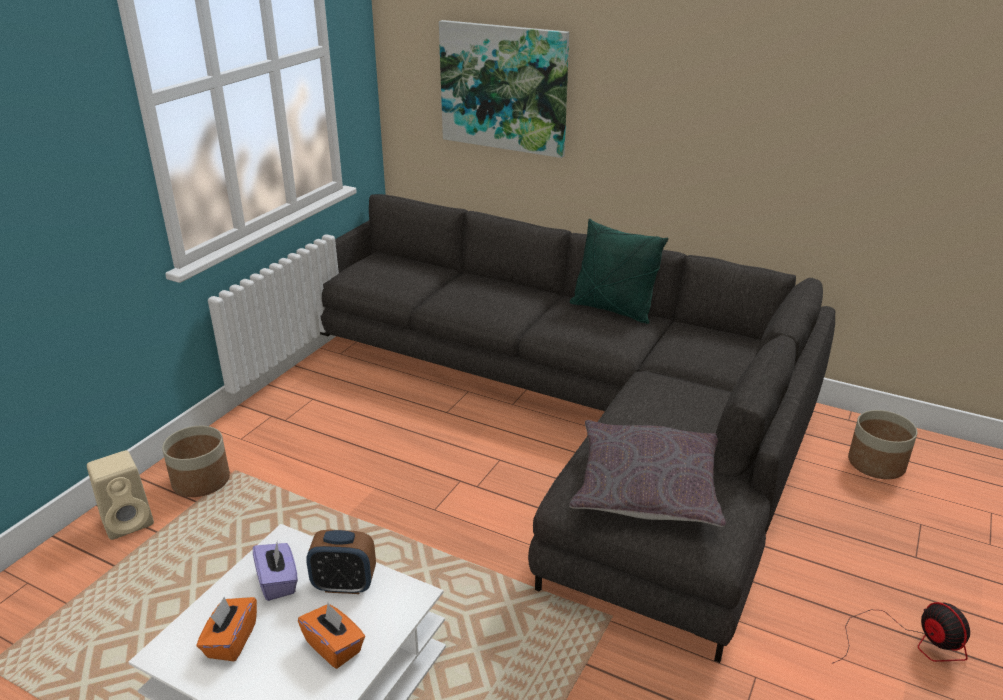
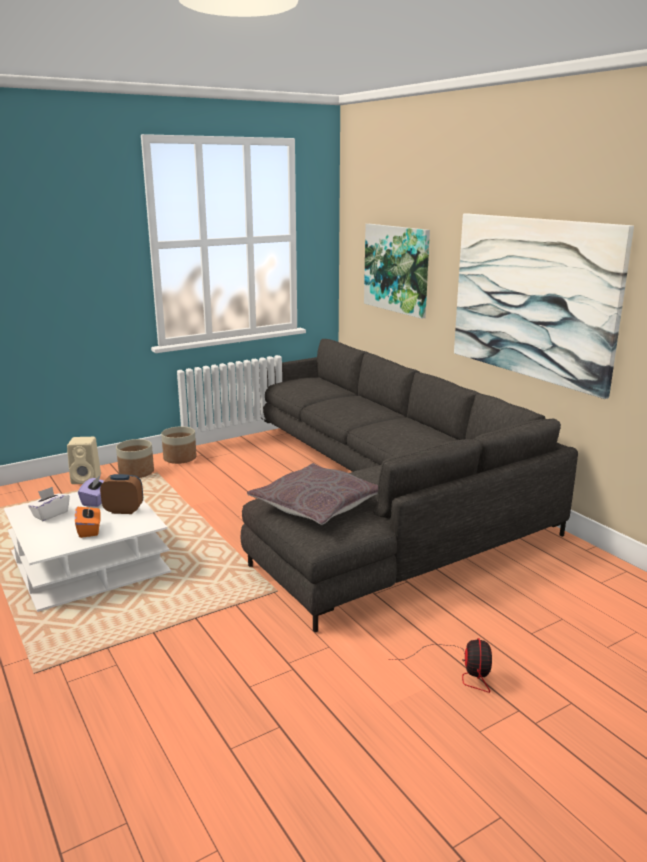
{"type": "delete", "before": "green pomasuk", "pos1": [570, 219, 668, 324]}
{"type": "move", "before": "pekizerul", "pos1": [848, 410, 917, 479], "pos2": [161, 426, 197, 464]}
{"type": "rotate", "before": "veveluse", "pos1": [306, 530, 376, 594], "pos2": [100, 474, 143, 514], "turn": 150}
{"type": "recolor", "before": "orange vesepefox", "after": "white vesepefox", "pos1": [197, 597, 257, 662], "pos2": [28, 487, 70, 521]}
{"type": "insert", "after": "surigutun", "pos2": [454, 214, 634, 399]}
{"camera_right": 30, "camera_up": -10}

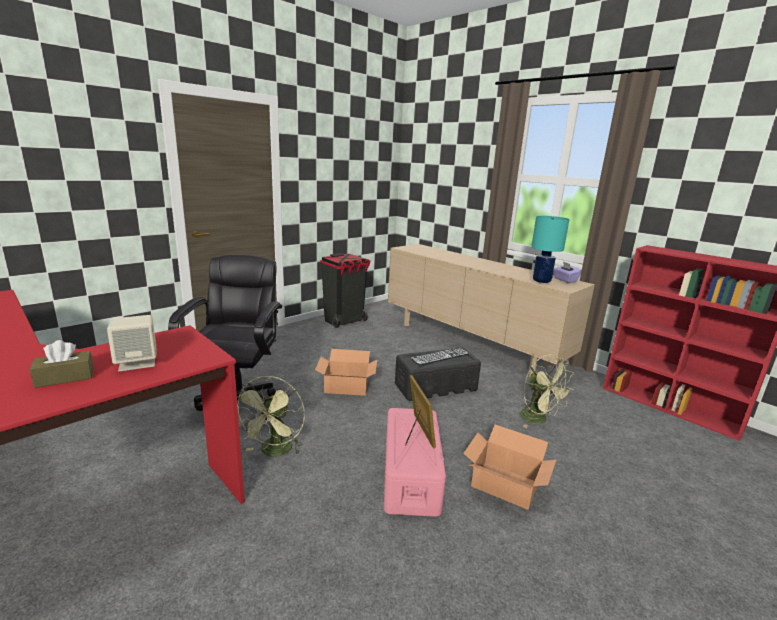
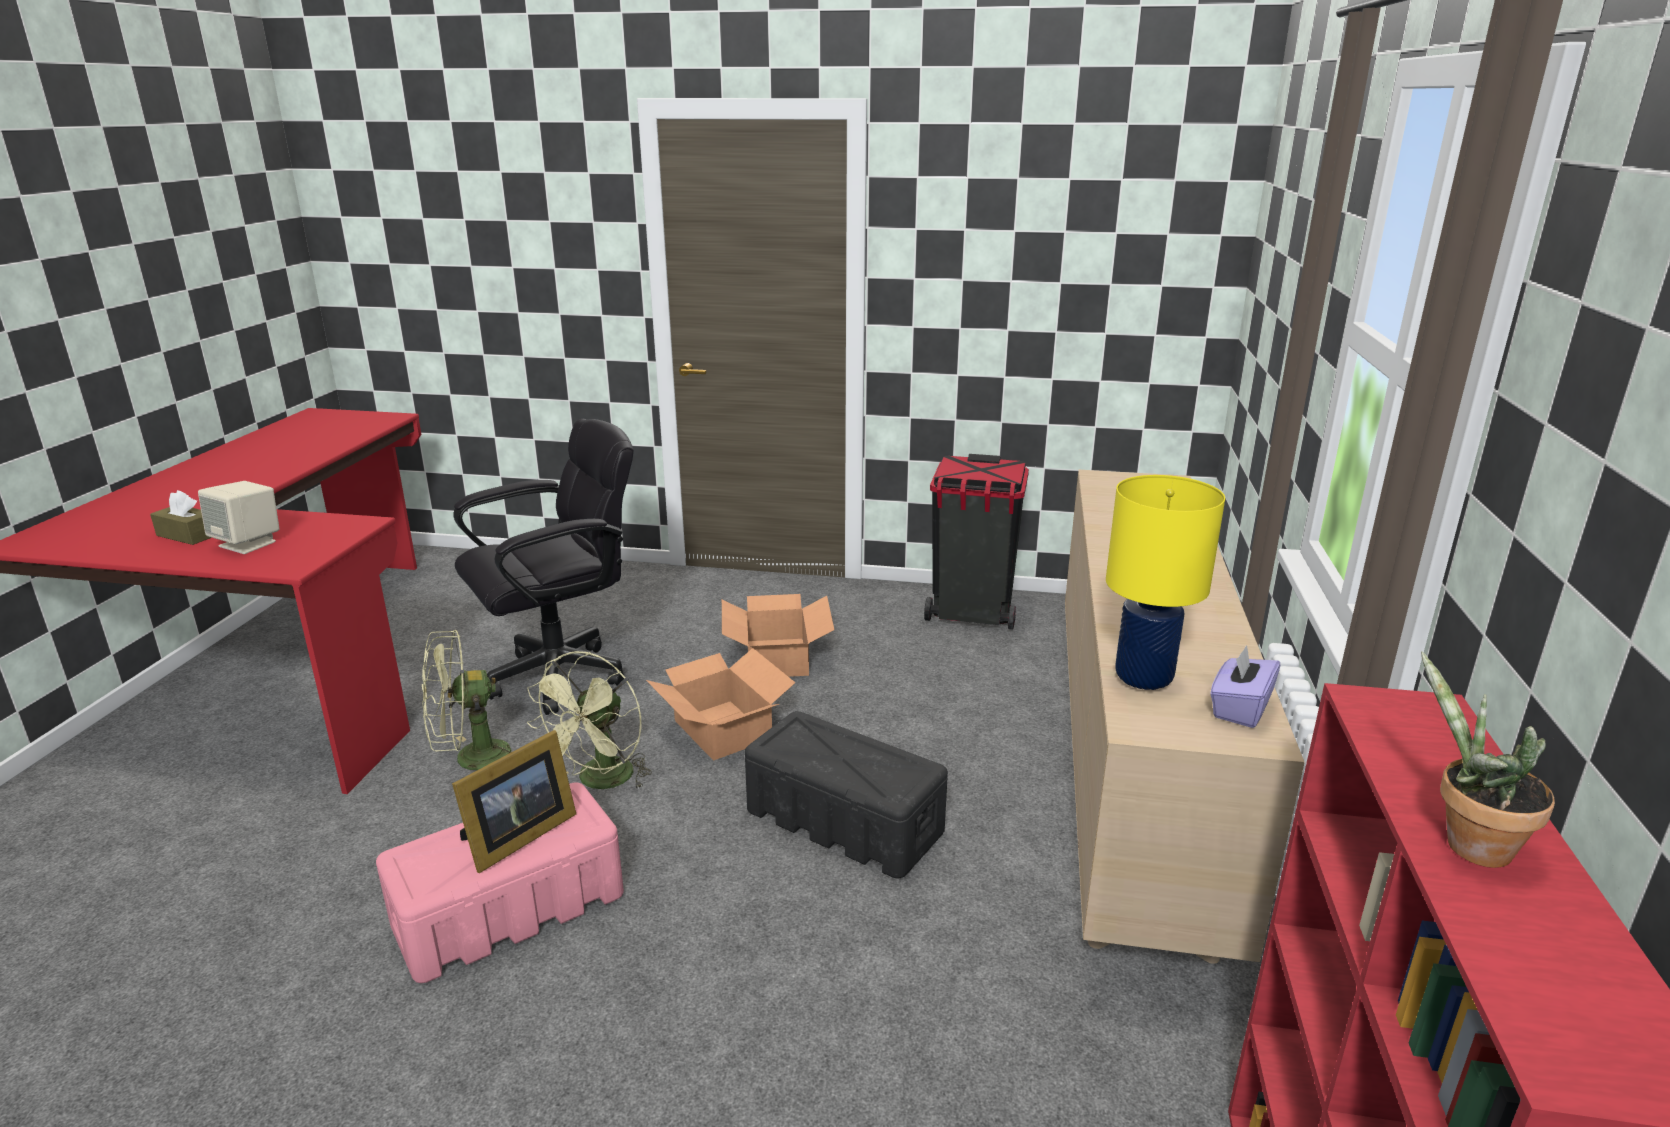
{"type": "recolor", "before": "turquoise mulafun", "after": "yellow mulafun", "pos1": [531, 216, 570, 283], "pos2": [1106, 475, 1225, 690]}
{"type": "delete", "before": "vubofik", "pos1": [410, 348, 469, 366]}
{"type": "move", "before": "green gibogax", "pos1": [519, 354, 575, 428], "pos2": [527, 651, 652, 789]}
{"type": "move", "before": "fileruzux", "pos1": [464, 425, 556, 510], "pos2": [722, 594, 835, 677]}
{"type": "insert", "after": "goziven", "pos2": [1421, 651, 1555, 868]}
{"camera_right": 55, "camera_up": 5}

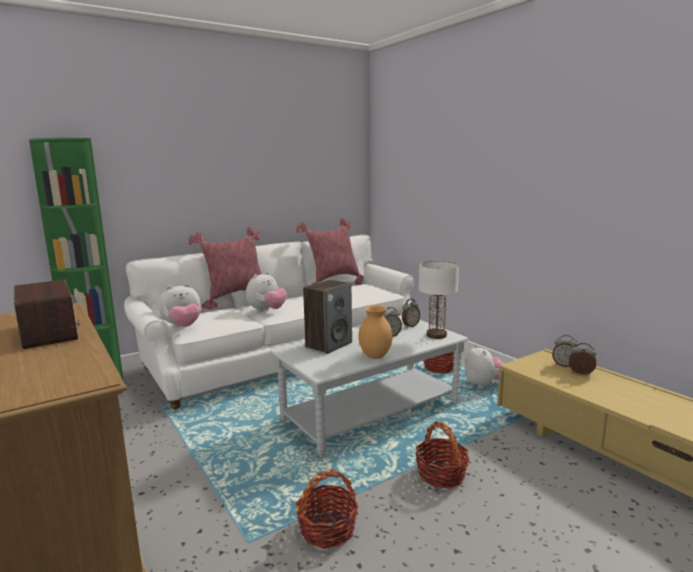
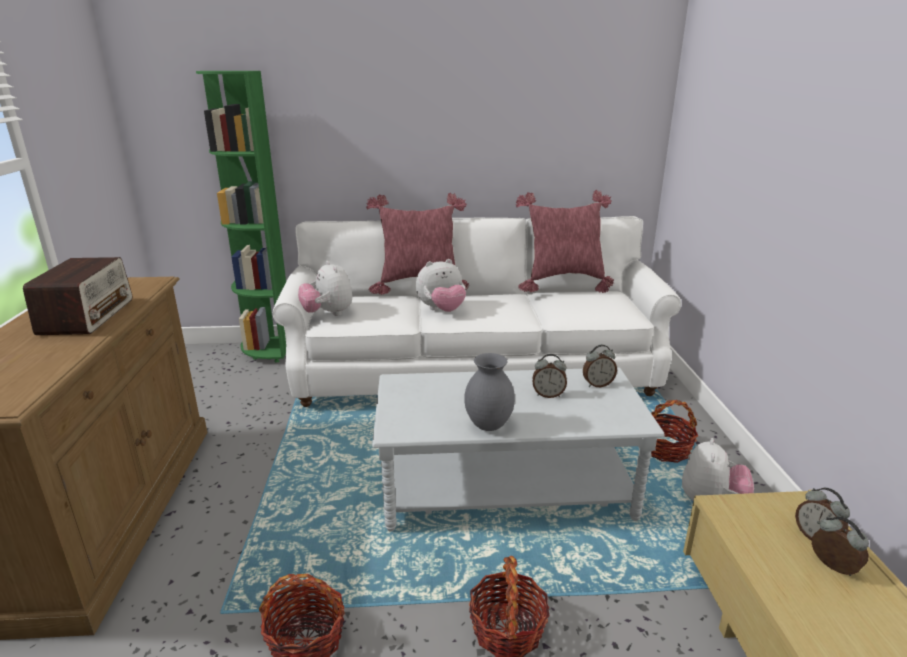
{"type": "delete", "before": "mulafun", "pos1": [419, 261, 459, 339]}
{"type": "delete", "before": "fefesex", "pos1": [303, 280, 352, 354]}
{"type": "rotate", "before": "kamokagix", "pos1": [159, 283, 201, 327], "pos2": [298, 261, 352, 316], "turn": 60}
{"type": "recolor", "before": "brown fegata", "after": "grey fegata", "pos1": [358, 306, 393, 359], "pos2": [464, 353, 515, 431]}
{"camera_right": 30, "camera_up": 10}

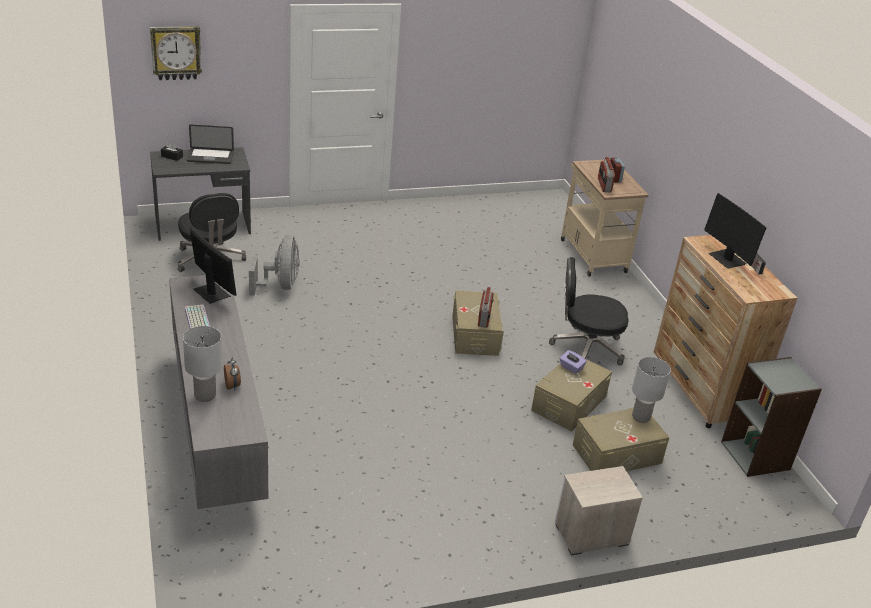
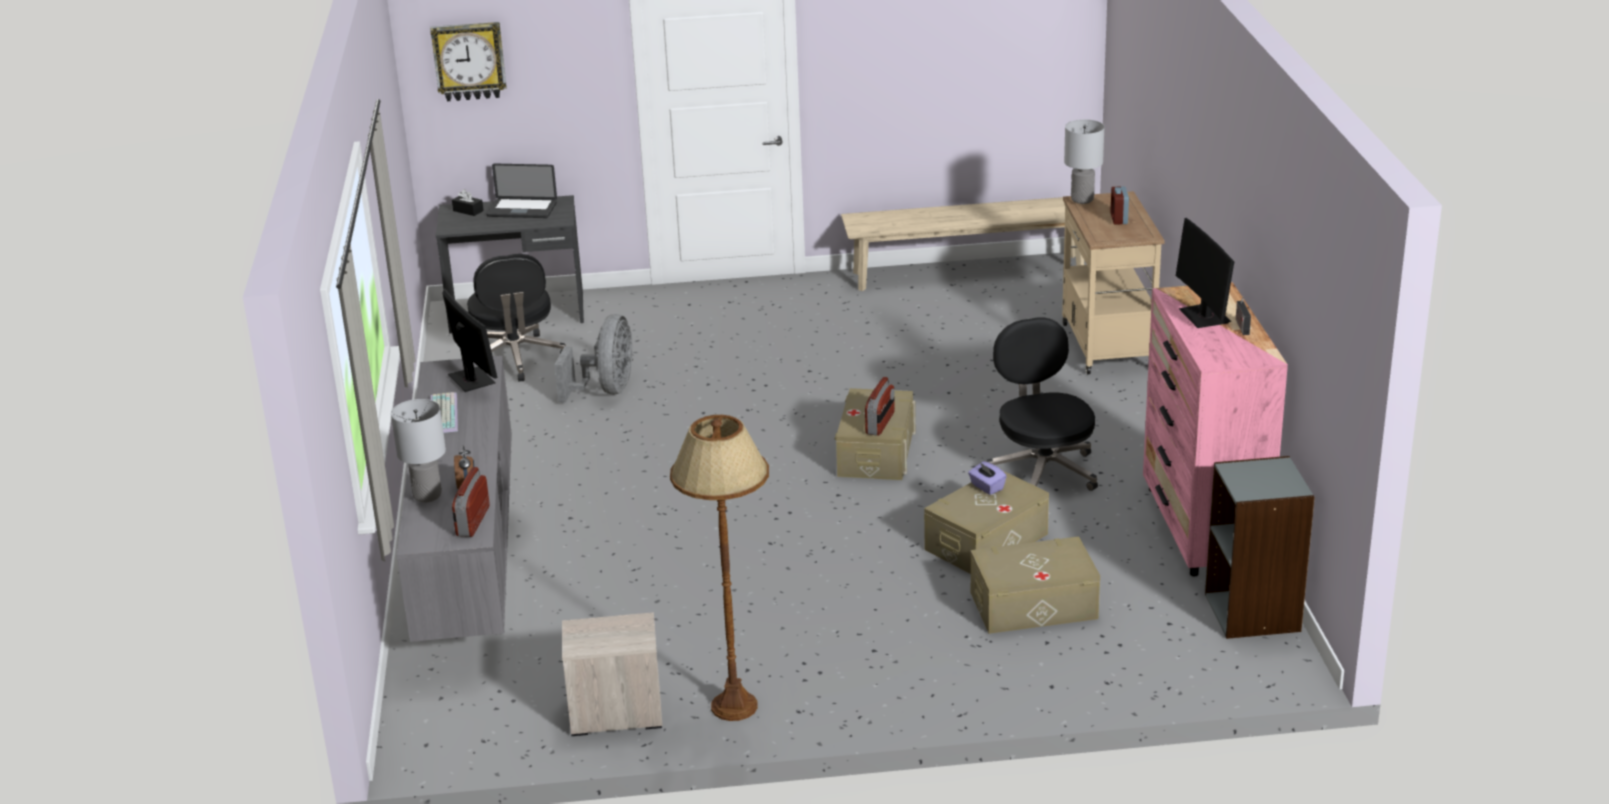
{"type": "move", "before": "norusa", "pos1": [598, 157, 615, 192], "pos2": [452, 467, 490, 537]}
{"type": "recolor", "before": "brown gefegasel", "after": "pink gefegasel", "pos1": [654, 235, 797, 428], "pos2": [1143, 282, 1288, 576]}
{"type": "rotate", "before": "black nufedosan", "pos1": [549, 257, 629, 365], "pos2": [986, 317, 1098, 491], "turn": 60}
{"type": "move", "before": "grey mulafun", "pos1": [632, 357, 671, 423], "pos2": [1064, 119, 1104, 204]}
{"type": "move", "before": "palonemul", "pos1": [555, 466, 643, 555], "pos2": [562, 612, 663, 736]}
{"type": "insert", "after": "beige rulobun", "pos2": [841, 197, 1084, 291]}
{"type": "insert", "after": "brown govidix", "pos2": [670, 415, 769, 721]}
{"camera_right": 15, "camera_up": -5}

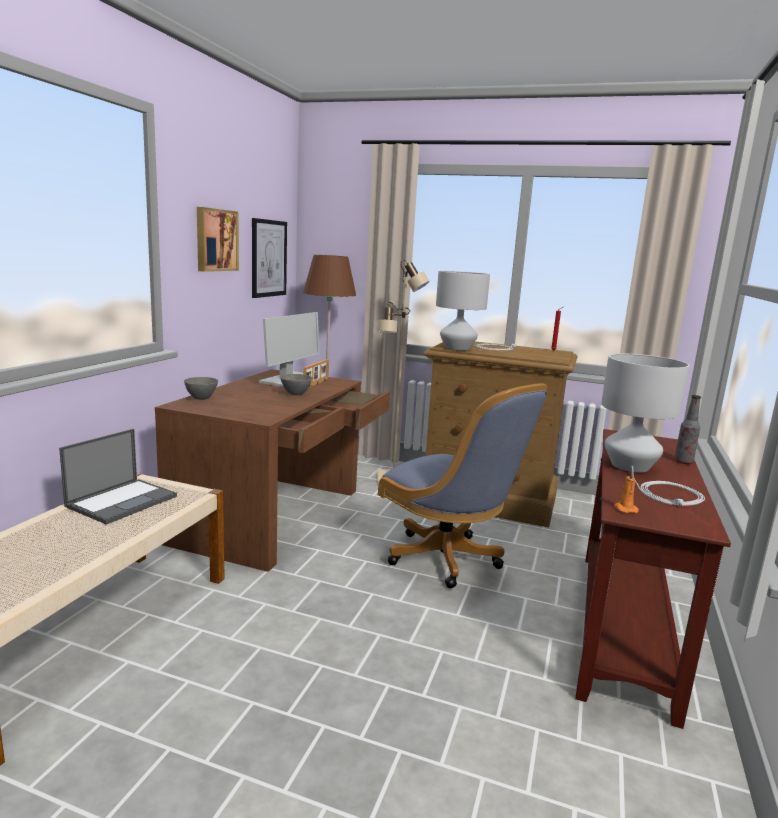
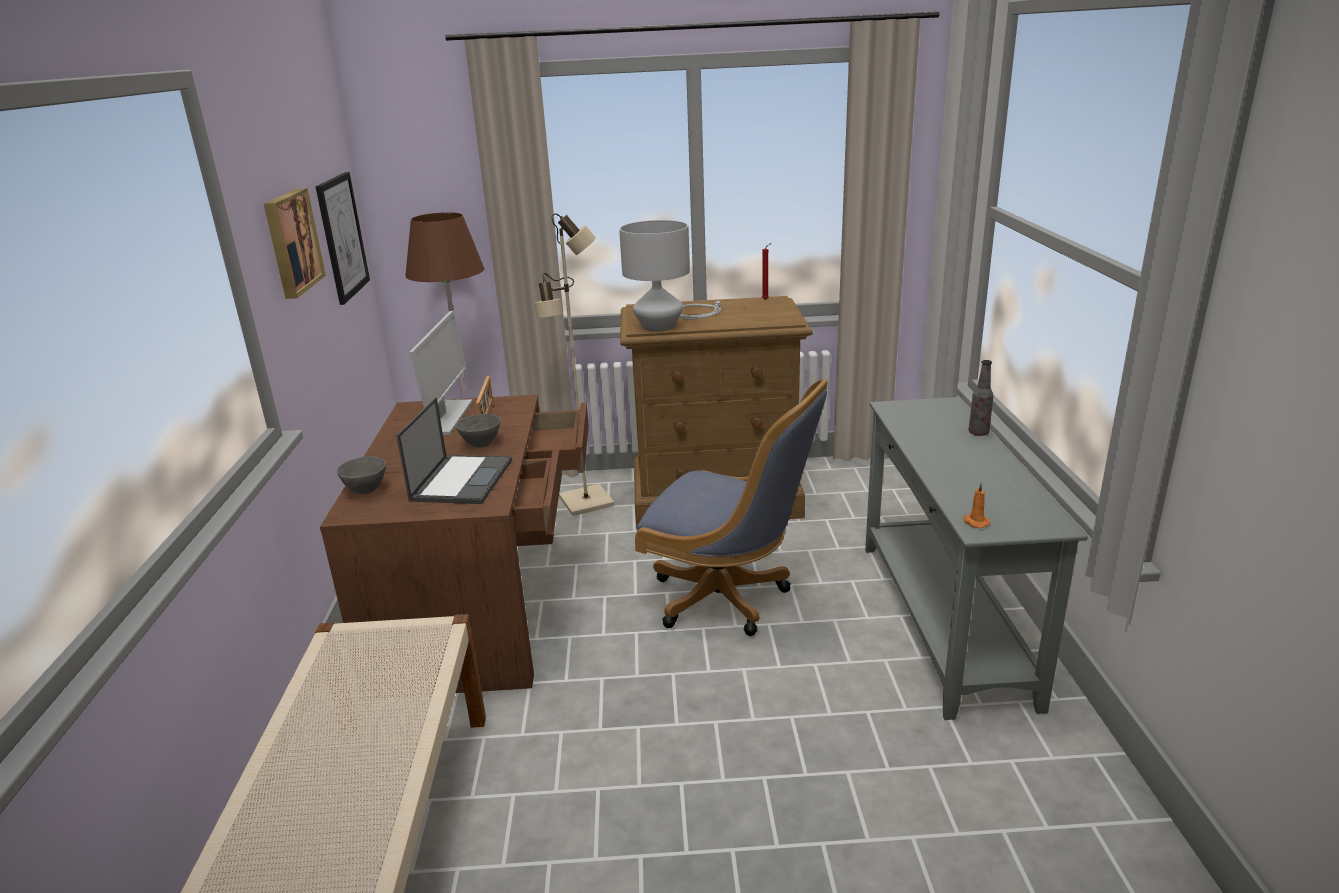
{"type": "delete", "before": "grey mulafun", "pos1": [601, 354, 705, 507]}
{"type": "move", "before": "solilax", "pos1": [59, 429, 177, 524], "pos2": [396, 397, 512, 504]}
{"type": "recolor", "before": "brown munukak", "after": "grey munukak", "pos1": [575, 429, 731, 729], "pos2": [865, 397, 1088, 720]}
{"camera_right": -20, "camera_up": 10}

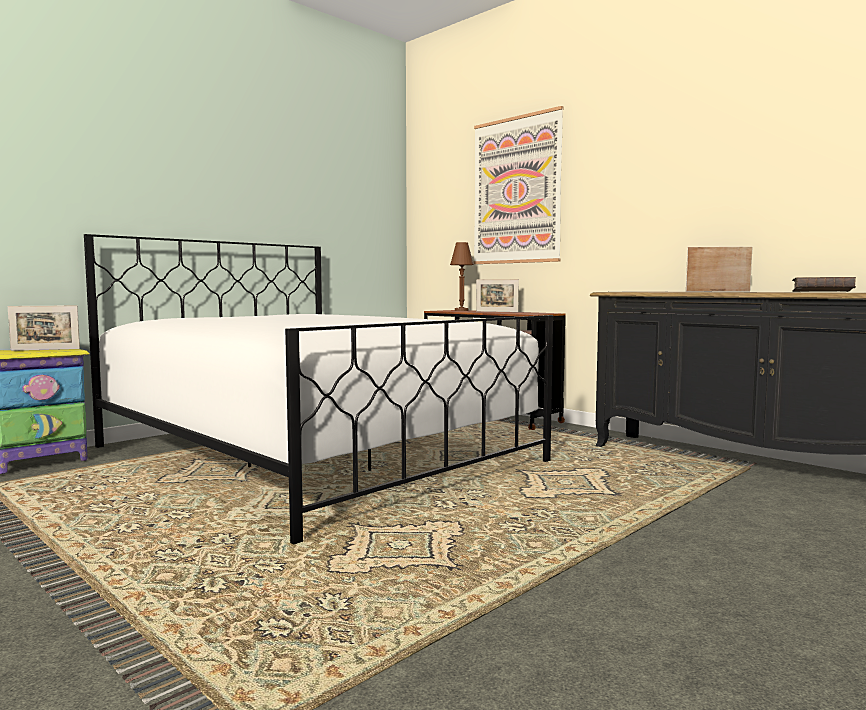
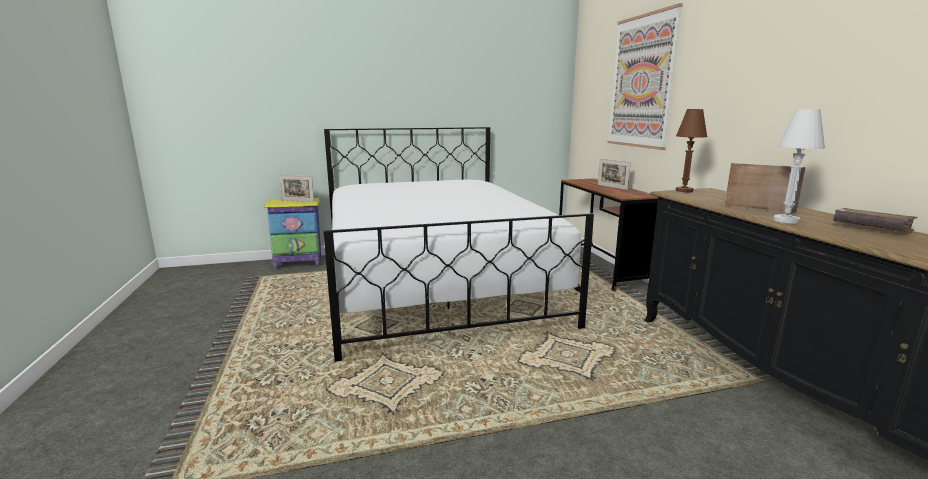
{"type": "move", "before": "brown mulafun", "pos1": [450, 242, 474, 311], "pos2": [675, 109, 707, 192]}
{"type": "insert", "after": "white mulafun", "pos2": [773, 109, 825, 223]}
{"camera_right": 30, "camera_up": 10}

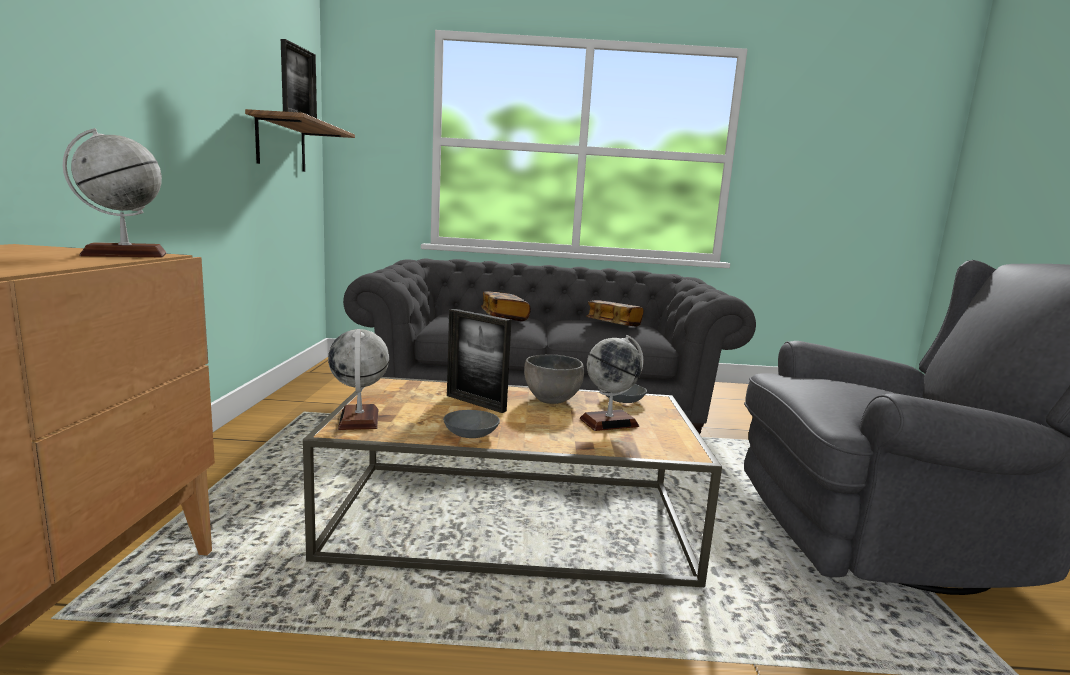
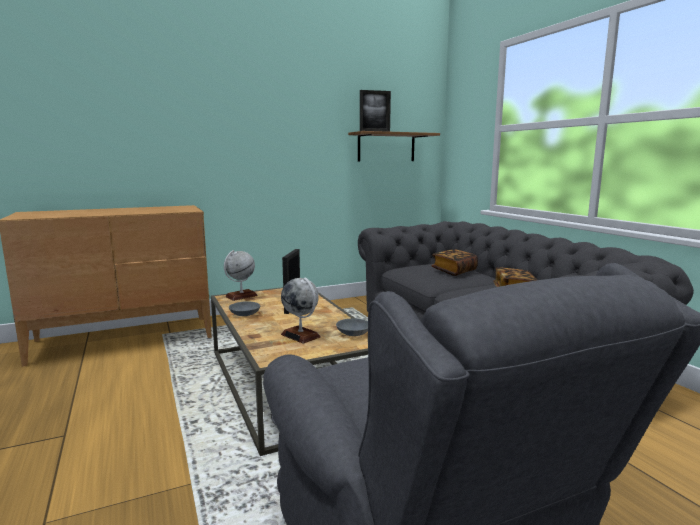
{"type": "delete", "before": "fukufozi", "pos1": [63, 128, 166, 257]}
{"type": "delete", "before": "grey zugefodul", "pos1": [524, 354, 584, 404]}
{"camera_right": 65, "camera_up": 0}

